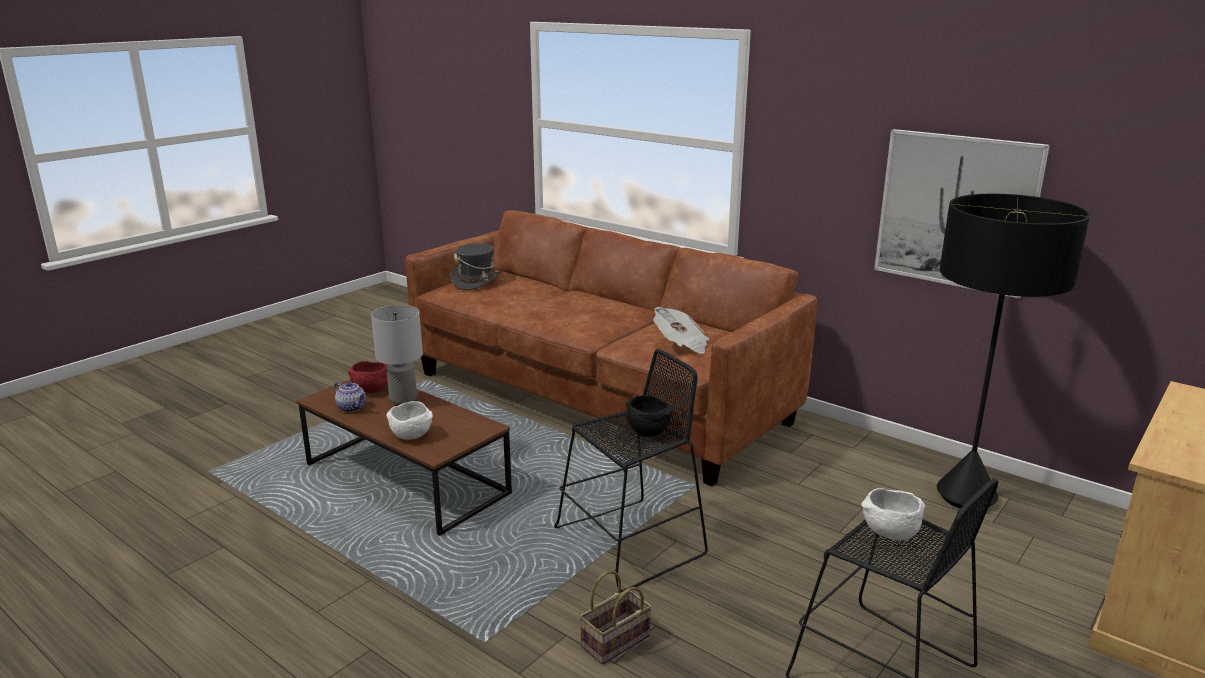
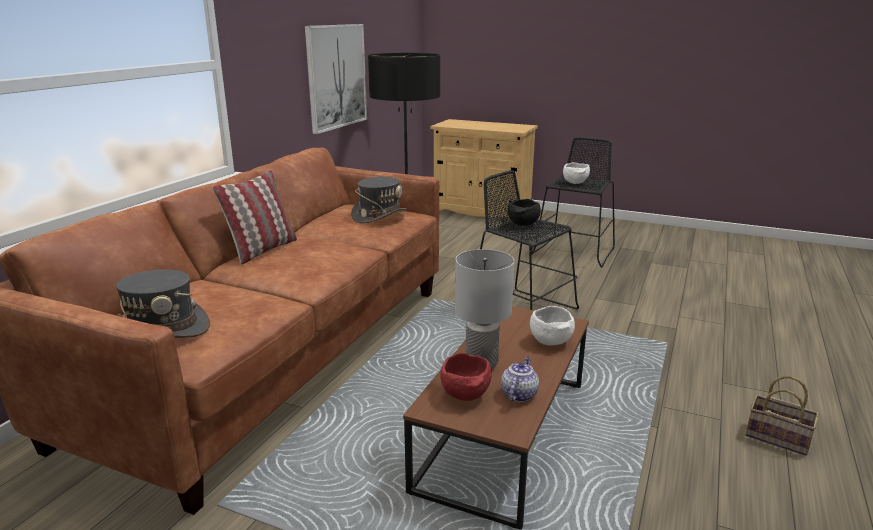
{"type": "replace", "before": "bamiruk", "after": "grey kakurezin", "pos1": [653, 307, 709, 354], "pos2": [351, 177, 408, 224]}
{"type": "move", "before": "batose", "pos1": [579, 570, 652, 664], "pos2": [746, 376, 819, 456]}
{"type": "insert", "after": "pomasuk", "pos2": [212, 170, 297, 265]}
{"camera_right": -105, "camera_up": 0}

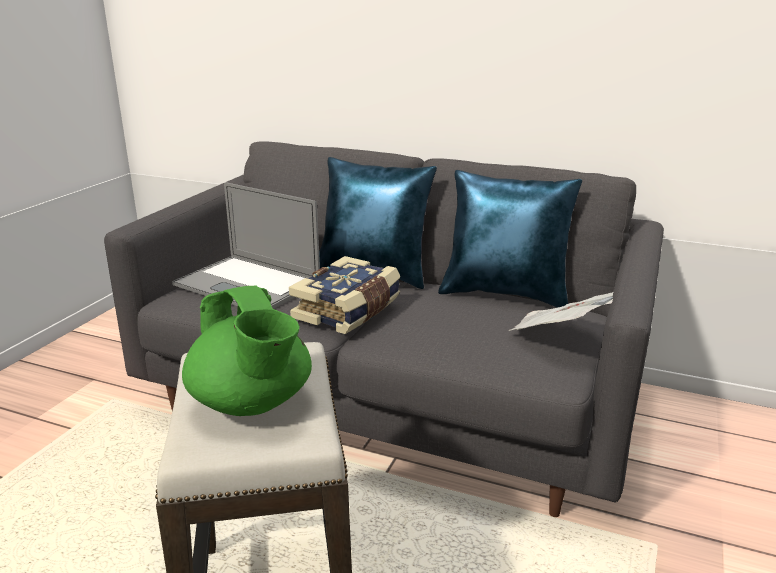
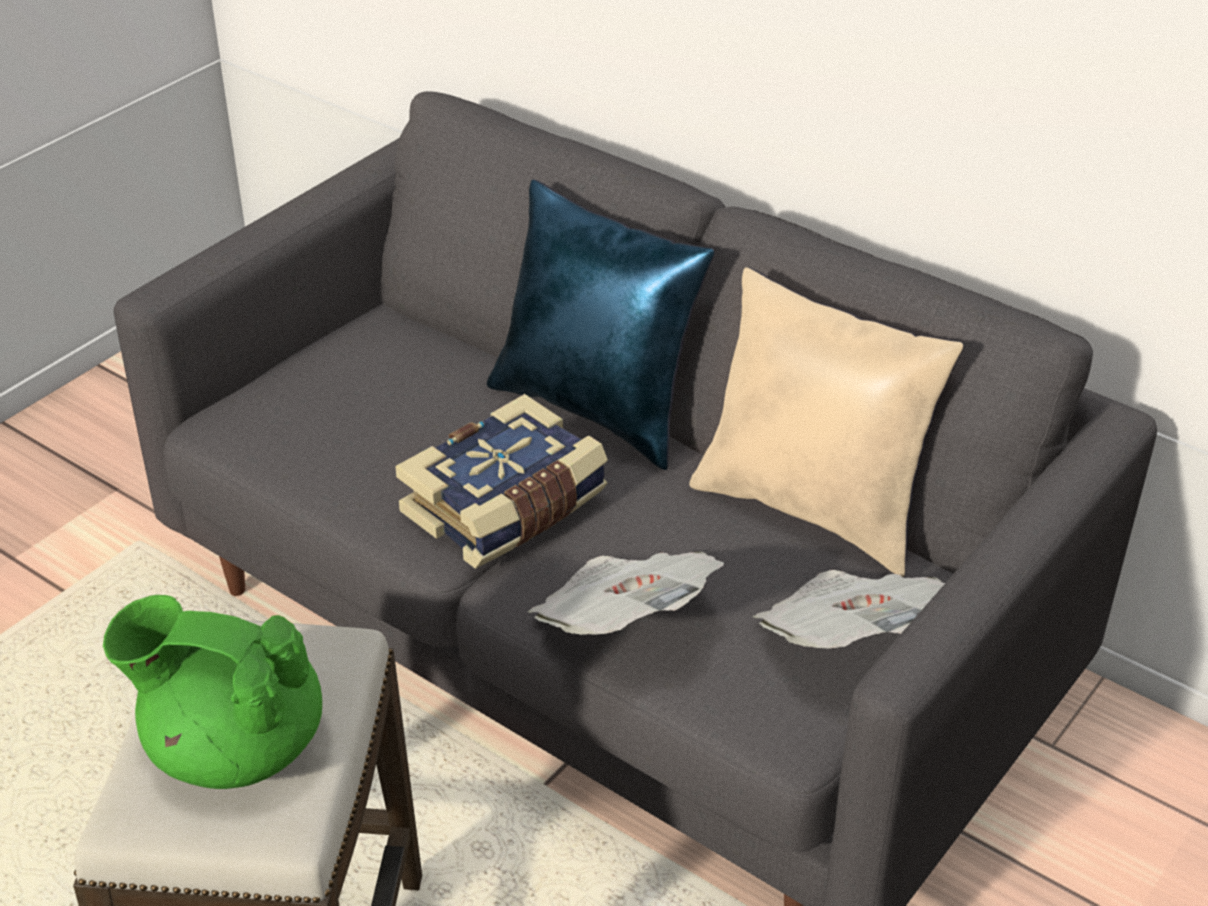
{"type": "recolor", "before": "blue pomasuk", "after": "beige pomasuk", "pos1": [438, 170, 582, 308], "pos2": [689, 267, 964, 577]}
{"type": "delete", "before": "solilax", "pos1": [172, 182, 320, 309]}
{"type": "rotate", "before": "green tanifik", "pos1": [182, 286, 312, 416], "pos2": [103, 595, 322, 789], "turn": 120}
{"type": "insert", "after": "bamiruk", "pos2": [528, 552, 724, 635]}
{"camera_right": 15, "camera_up": 15}

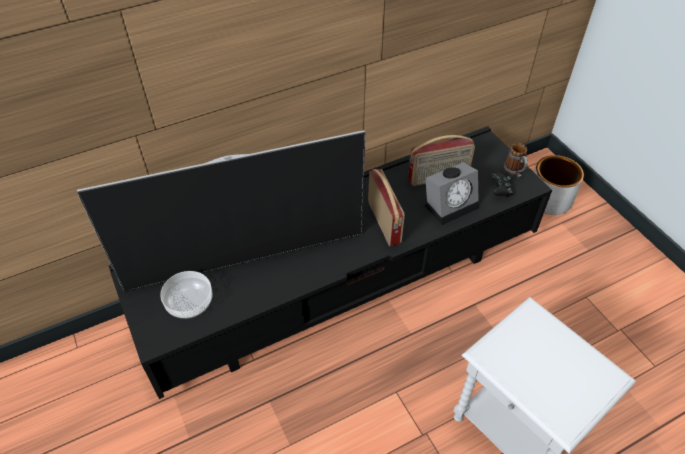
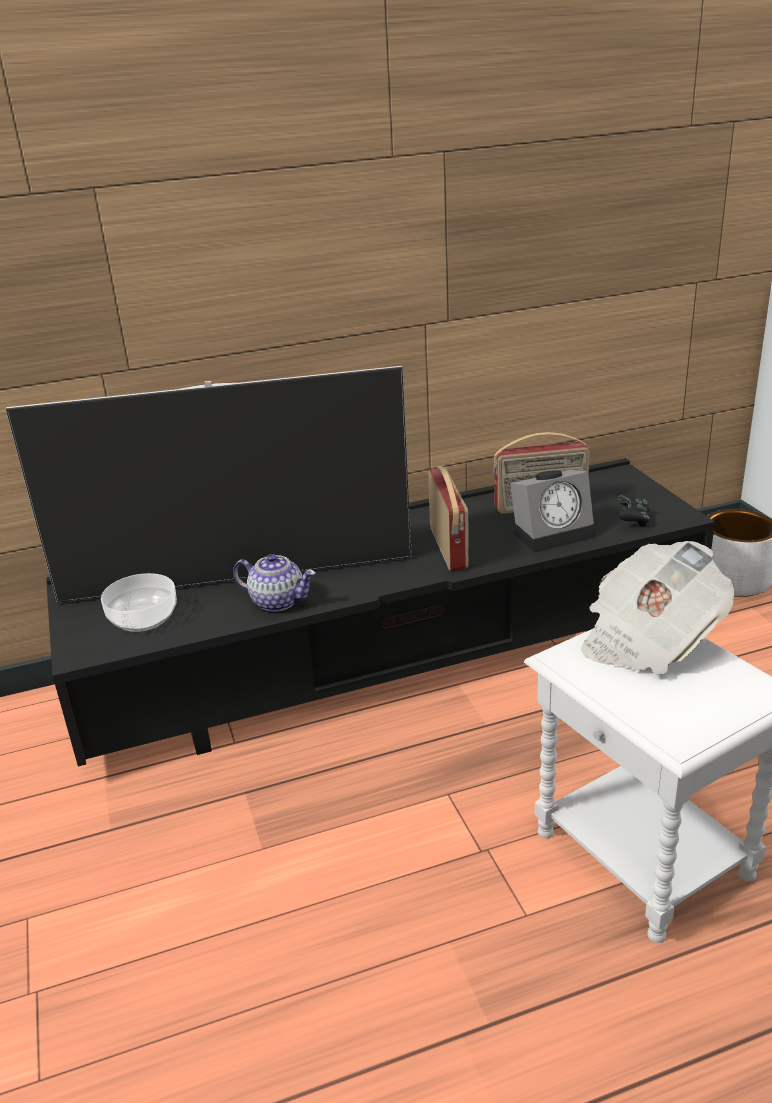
{"type": "delete", "before": "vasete", "pos1": [504, 143, 528, 177]}
{"type": "insert", "after": "bamiruk", "pos2": [581, 541, 734, 674]}
{"type": "insert", "after": "tanifik", "pos2": [233, 554, 316, 612]}
{"camera_right": 10, "camera_up": -20}

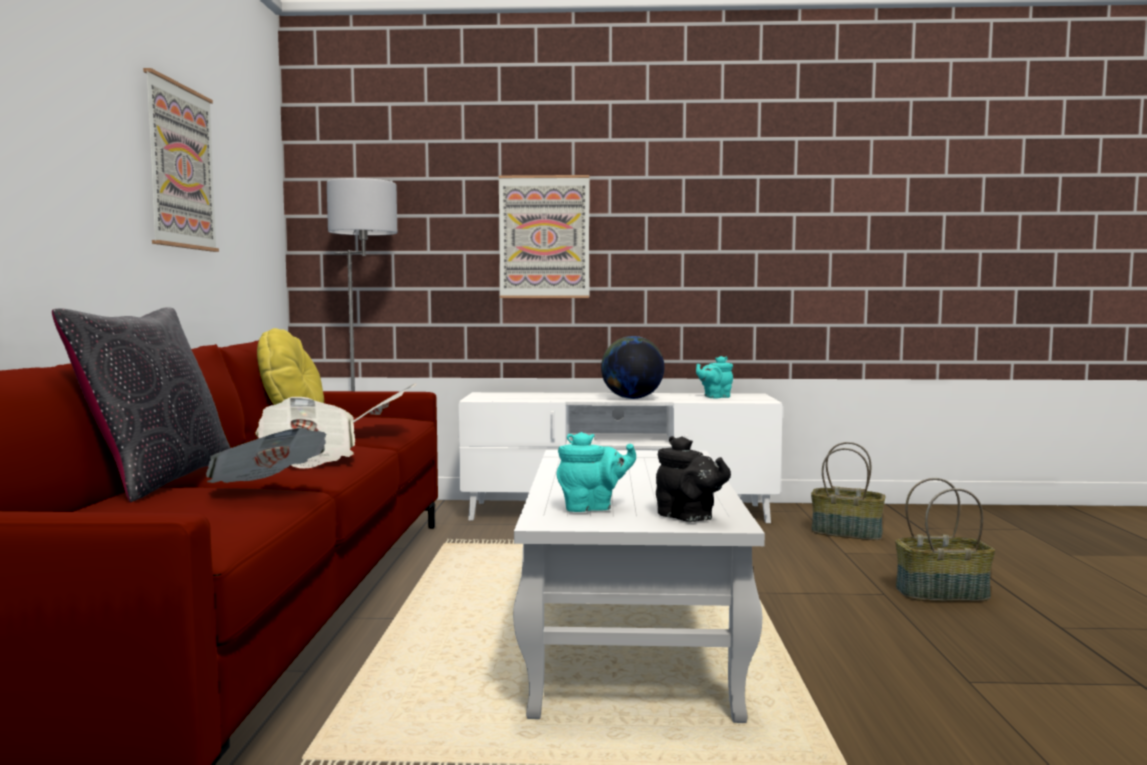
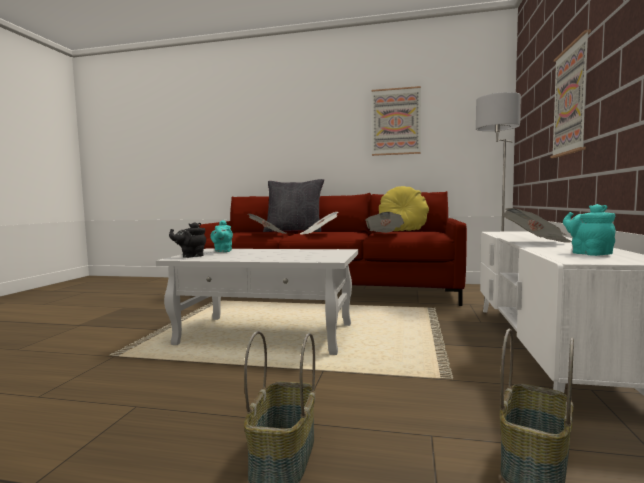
{"type": "replace", "before": "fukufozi", "after": "bamiruk", "pos1": [601, 336, 664, 399], "pos2": [502, 208, 572, 242]}
{"camera_right": 100, "camera_up": 0}

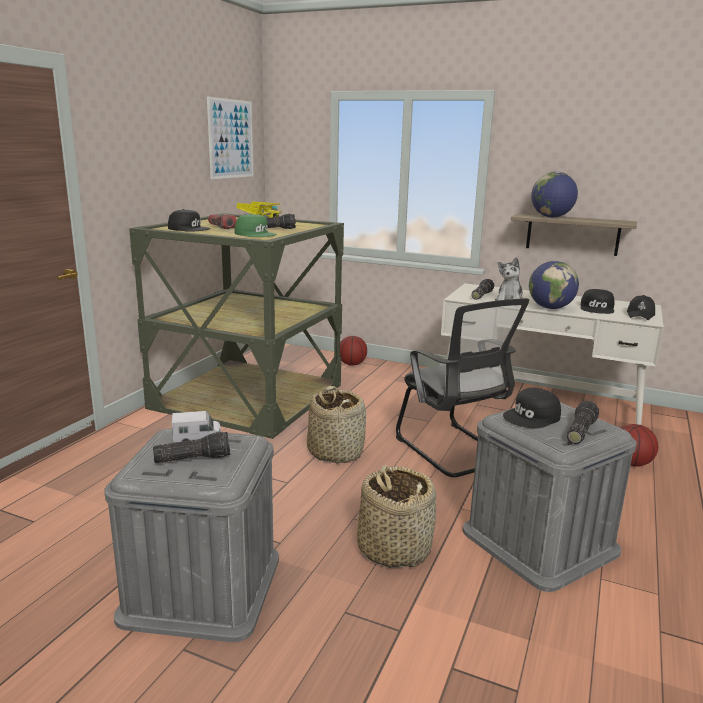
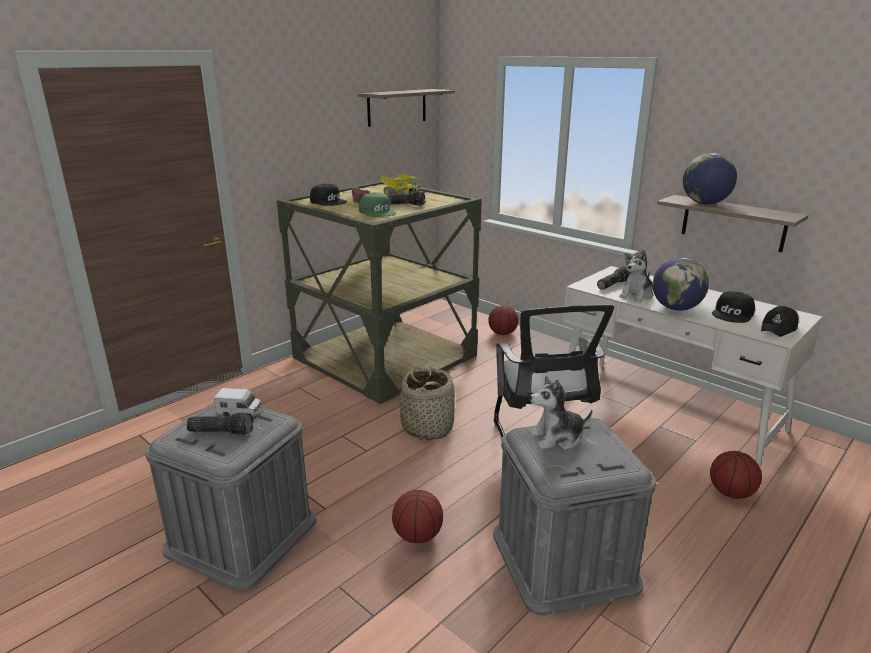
{"type": "replace", "before": "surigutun", "after": "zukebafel", "pos1": [207, 97, 253, 179], "pos2": [358, 89, 455, 127]}
{"type": "replace", "before": "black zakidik", "after": "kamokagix", "pos1": [503, 388, 561, 428], "pos2": [529, 376, 593, 450]}
{"type": "delete", "before": "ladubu", "pos1": [567, 401, 599, 444]}
{"type": "replace", "before": "batose", "after": "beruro", "pos1": [357, 465, 436, 568], "pos2": [392, 490, 443, 543]}
{"camera_right": 20, "camera_up": 5}

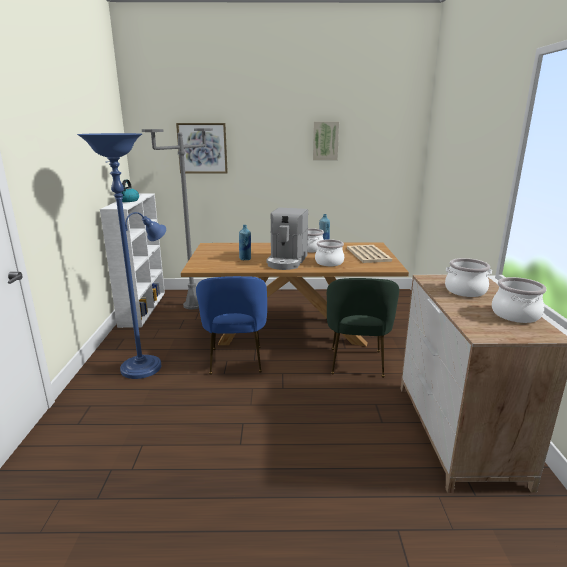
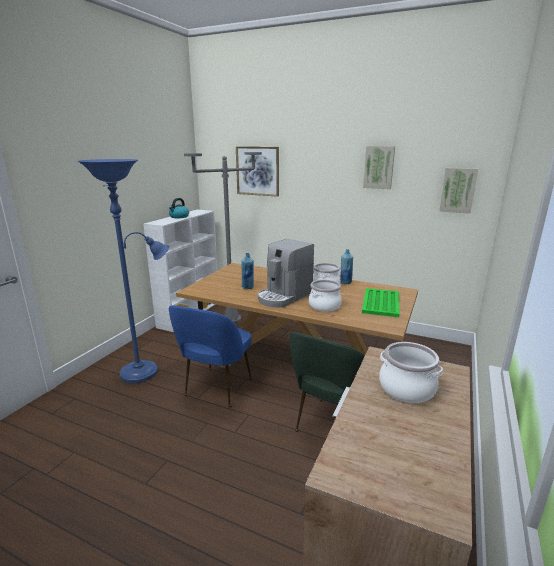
{"type": "recolor", "before": "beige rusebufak", "after": "green rusebufak", "pos1": [347, 245, 392, 263], "pos2": [362, 288, 399, 317]}
{"type": "delete", "before": "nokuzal", "pos1": [492, 277, 546, 323]}
{"type": "insert", "after": "surigutun", "pos2": [439, 168, 478, 214]}
{"camera_right": 25, "camera_up": 0}

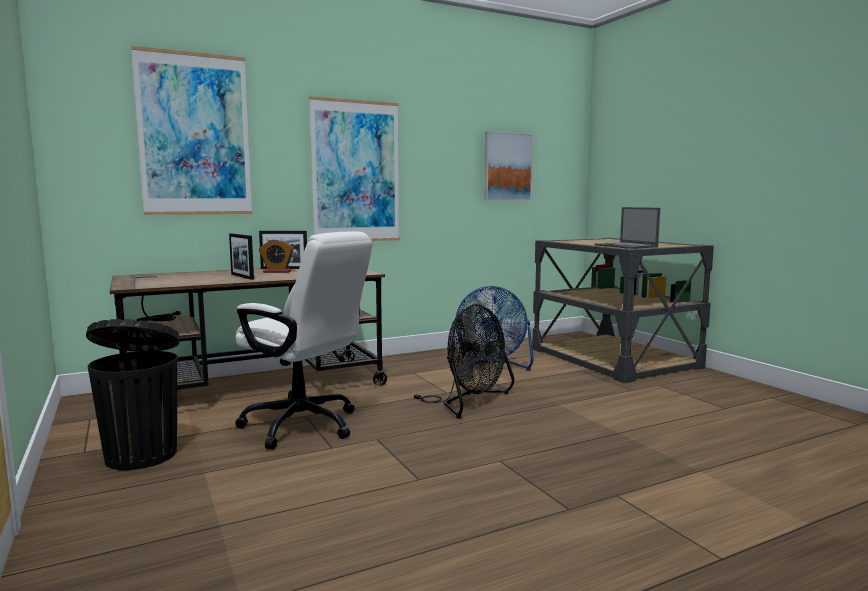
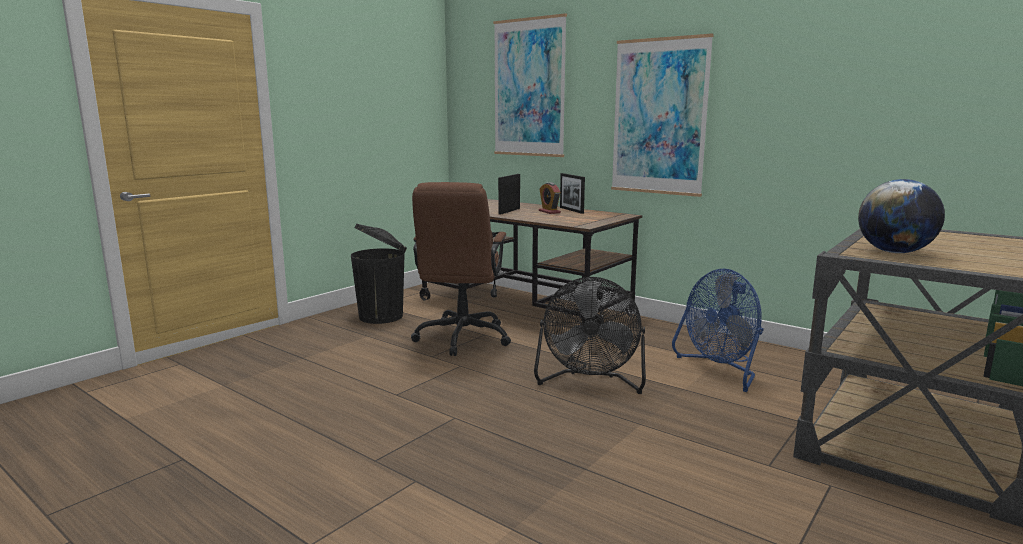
{"type": "delete", "before": "surigutun", "pos1": [484, 131, 533, 201]}
{"type": "replace", "before": "solilax", "after": "fukufozi", "pos1": [595, 207, 660, 249], "pos2": [858, 179, 945, 253]}
{"type": "recolor", "before": "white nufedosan", "after": "brown nufedosan", "pos1": [235, 231, 372, 450], "pos2": [411, 182, 511, 356]}
{"camera_right": 65, "camera_up": 5}

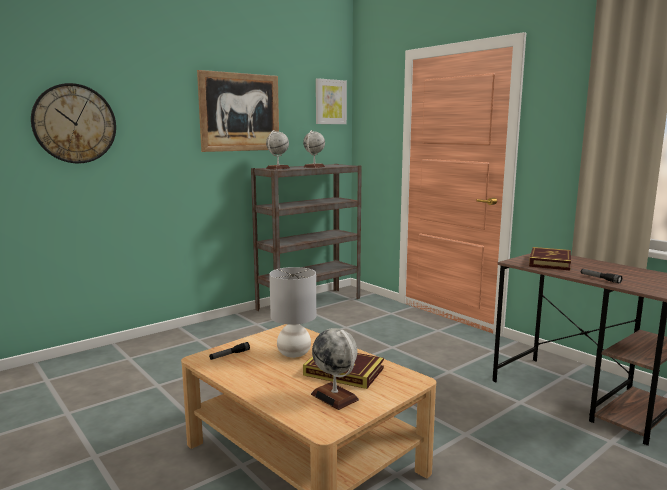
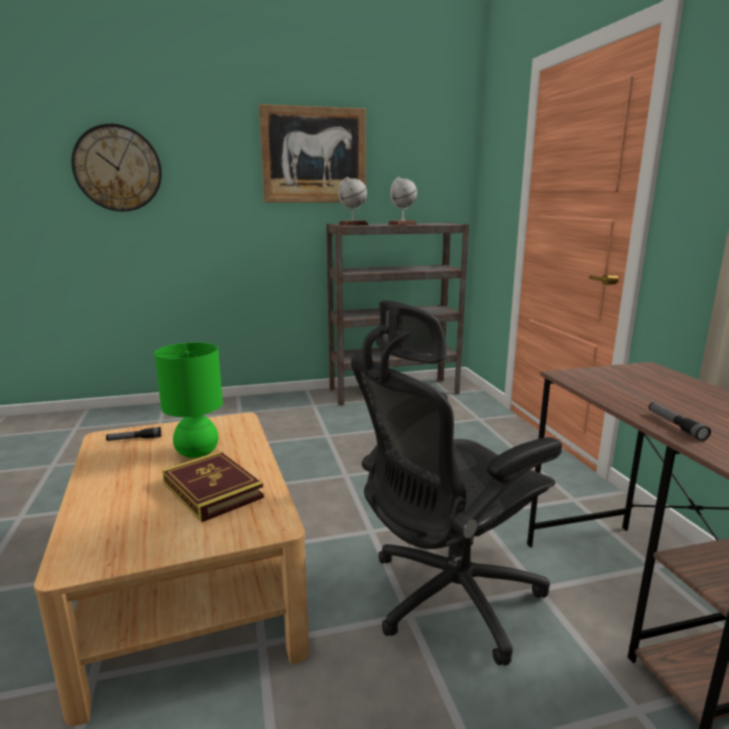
{"type": "delete", "before": "surigutun", "pos1": [316, 78, 347, 124]}
{"type": "delete", "before": "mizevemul", "pos1": [529, 247, 571, 270]}
{"type": "recolor", "before": "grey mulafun", "after": "green mulafun", "pos1": [269, 267, 316, 358], "pos2": [154, 342, 223, 458]}
{"type": "delete", "before": "fukufozi", "pos1": [311, 328, 359, 410]}
{"type": "insert", "after": "nufedosan", "pos2": [351, 300, 562, 665]}
{"camera_right": 25, "camera_up": 5}

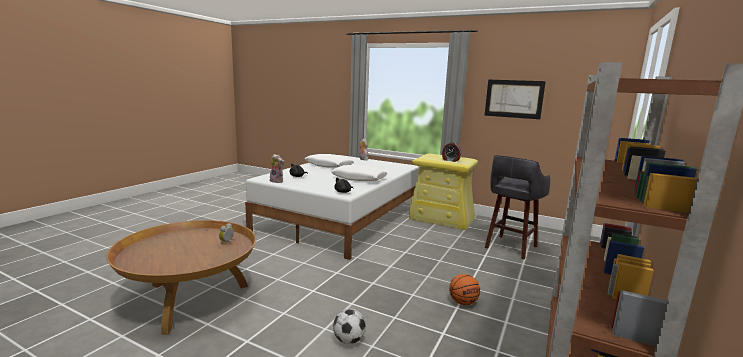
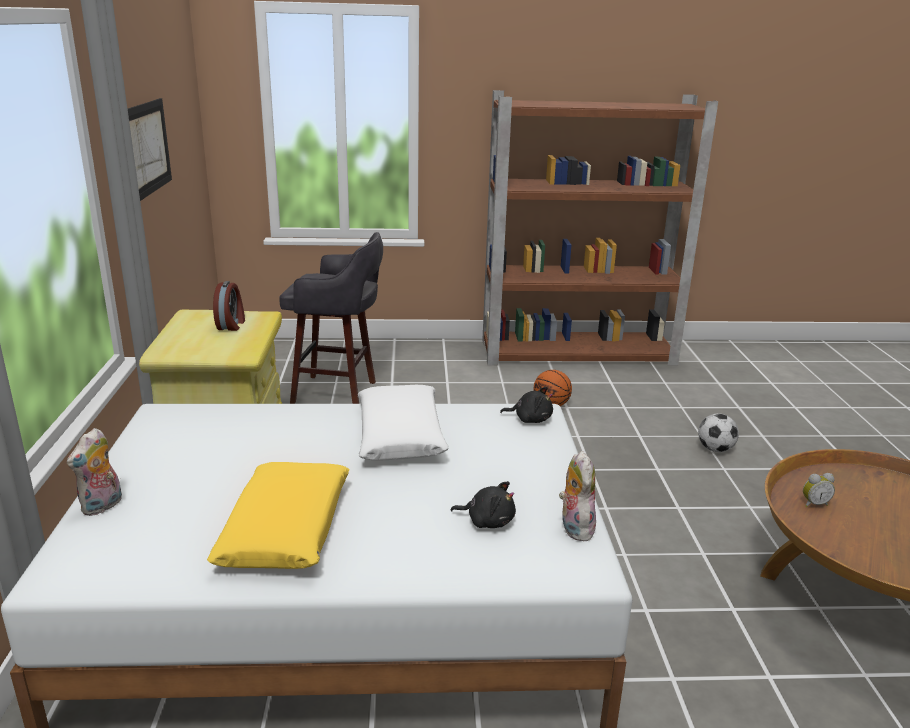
{"type": "recolor", "before": "white pomasuk", "after": "yellow pomasuk", "pos1": [305, 154, 354, 168], "pos2": [207, 462, 349, 569]}
{"camera_right": -120, "camera_up": 10}

